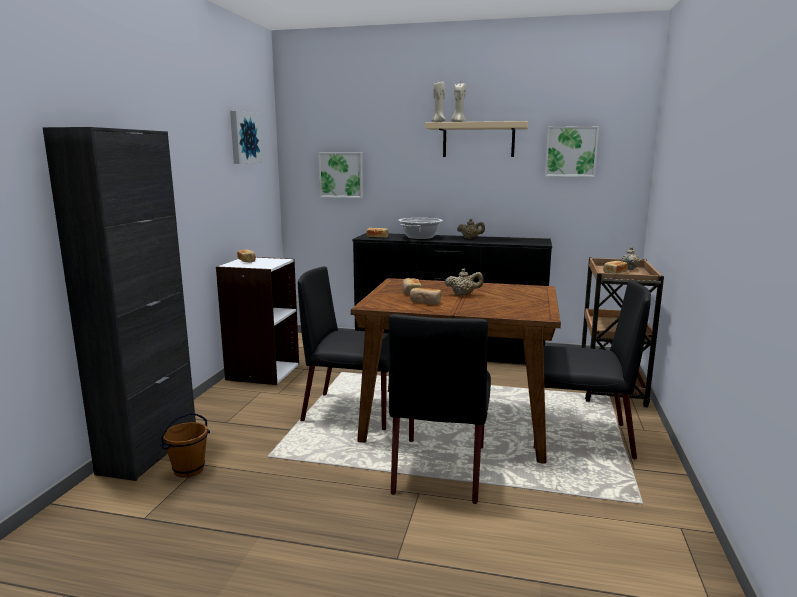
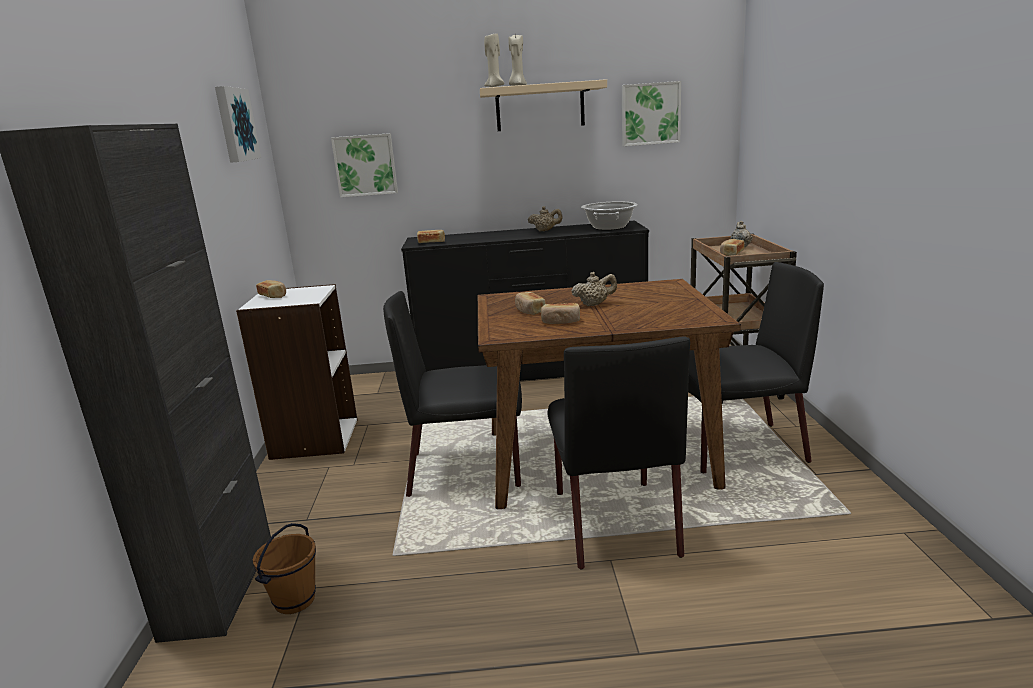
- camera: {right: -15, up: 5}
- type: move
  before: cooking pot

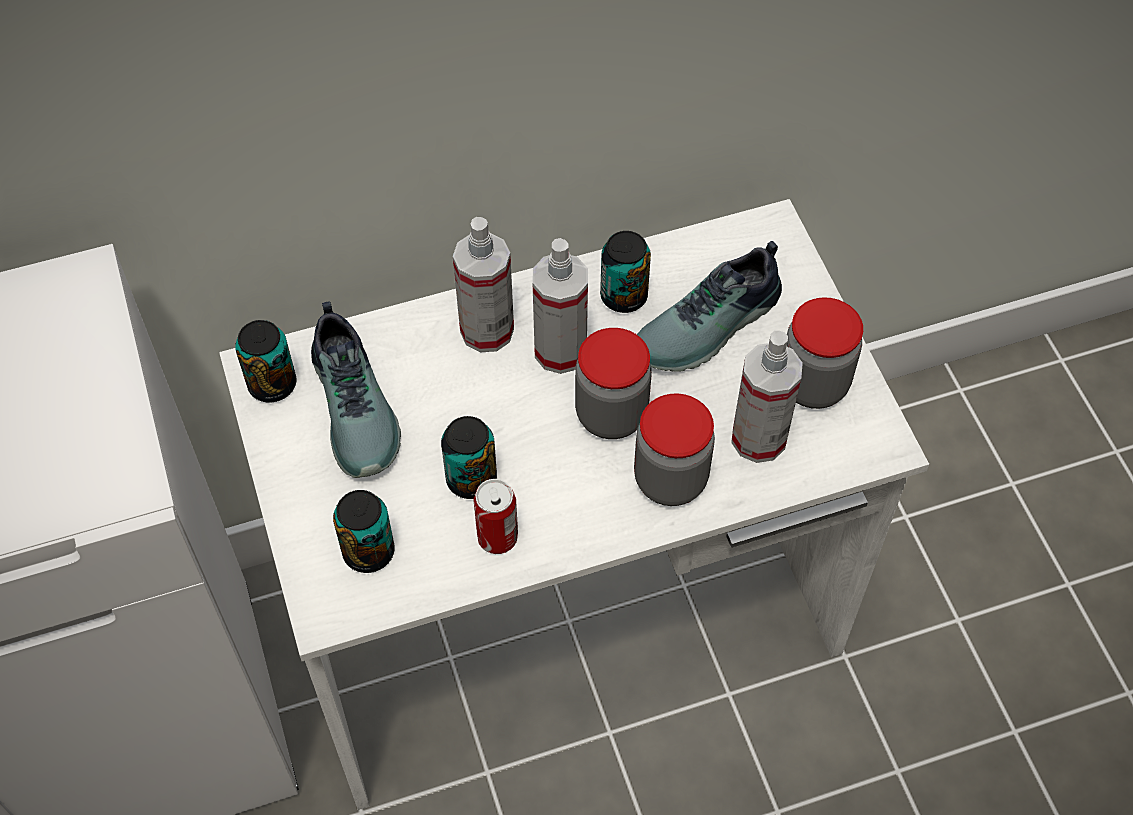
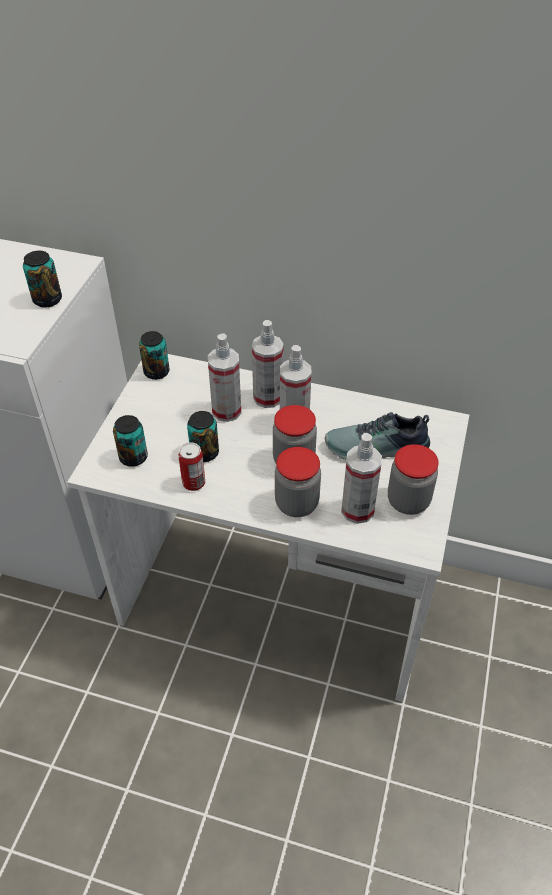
- camera: {right: 35, up: -10}
- type: delete
  before: shoe (1st from left)
- type: insert
  after: spray bottle (1st from left)
- type: move
  before: can (5th from left in the first image)
  after: can (1st from left)

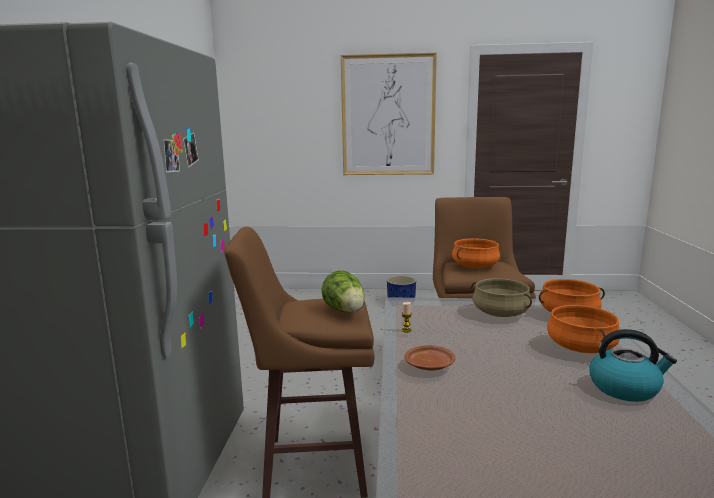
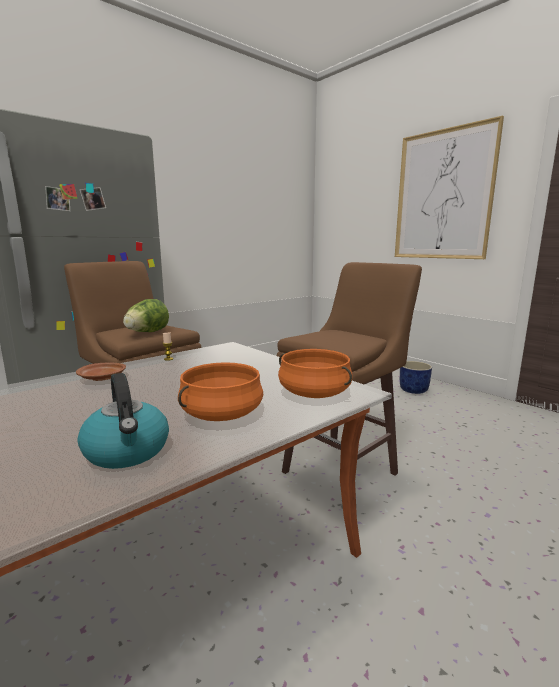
- camera: {right: 45, up: 0}
- type: delete
  before: cooking pot/orange (1st from left)
- type: delete
  before: cooking pot/beige

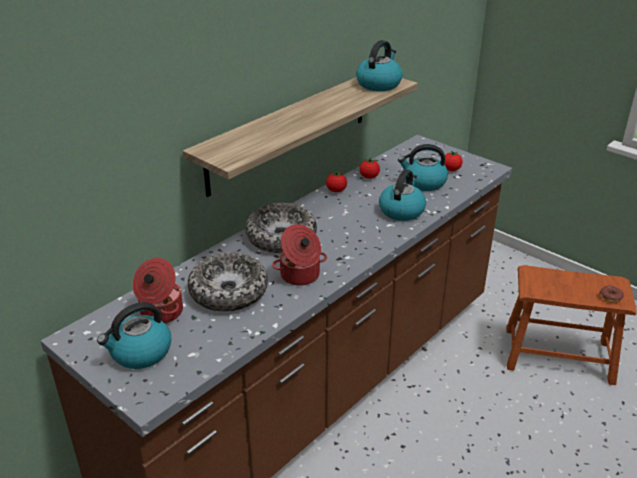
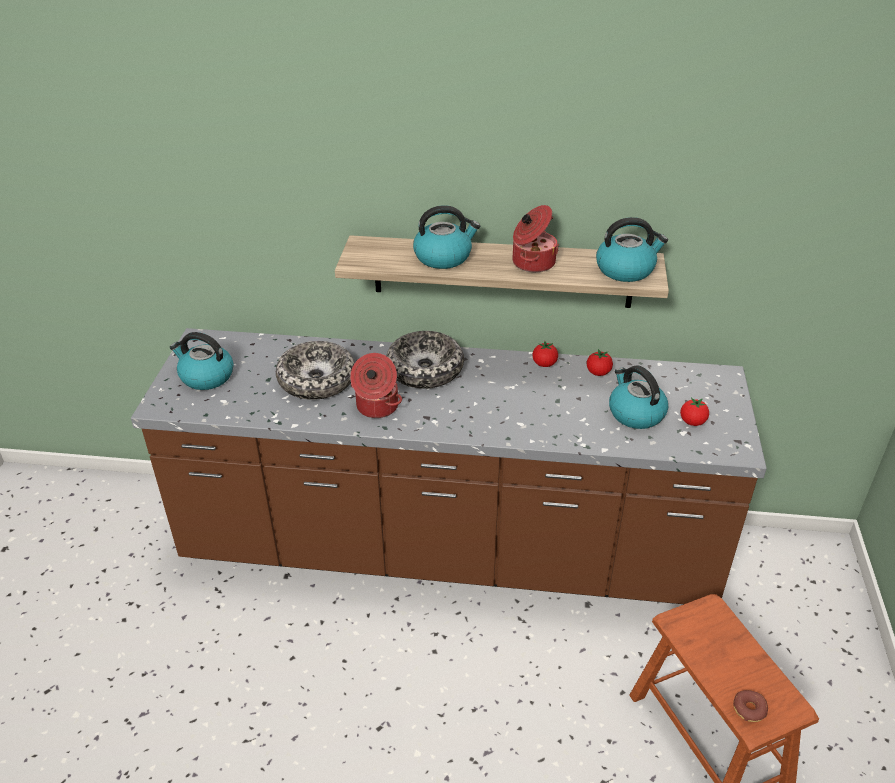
- camera: {right: 55, up: 5}
- type: move
  before: cooking pot (1st from left in the first image)
  after: cooking pot (2nd from left)
- type: move
  before: kettle (3rd from left in the first image)
  after: kettle (2nd from left)

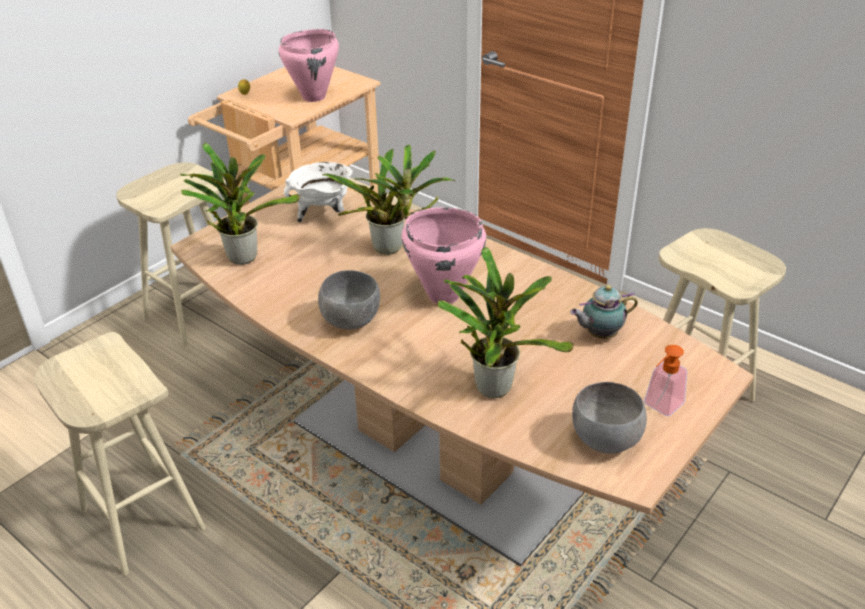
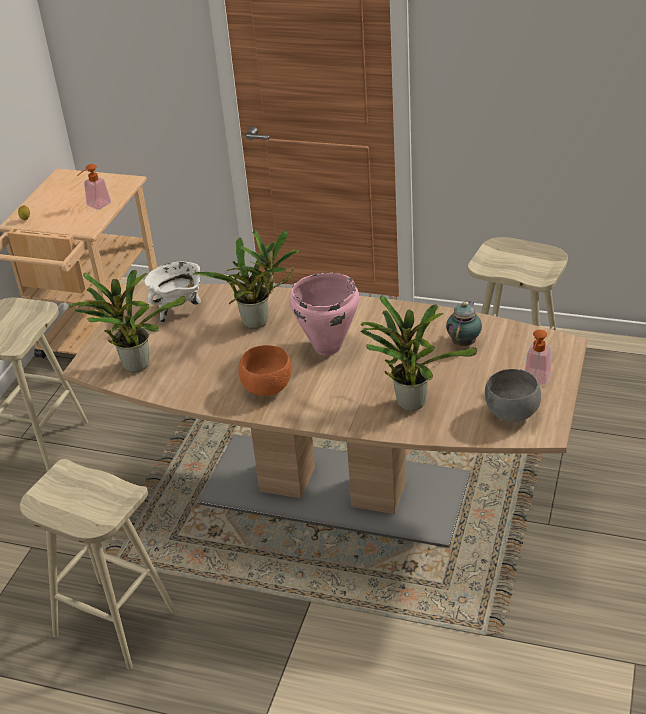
- camera: {right: -20, up: 0}
- type: replace
  before: cooking pot/pink (1st from left)
  after: soap dispenser (1st from left)
- type: recolor
  before: bowl/grey (1st from left)
  after: bowl/orange
- type: rotate
  before: teapot
  turn: 150

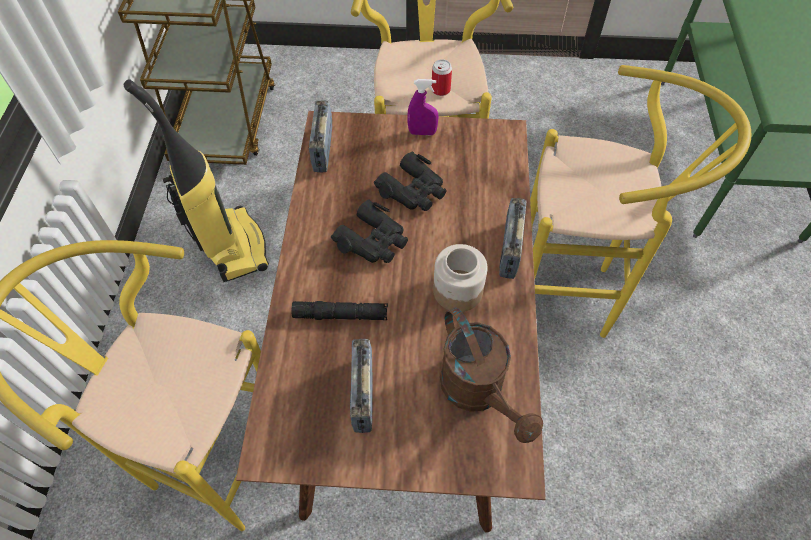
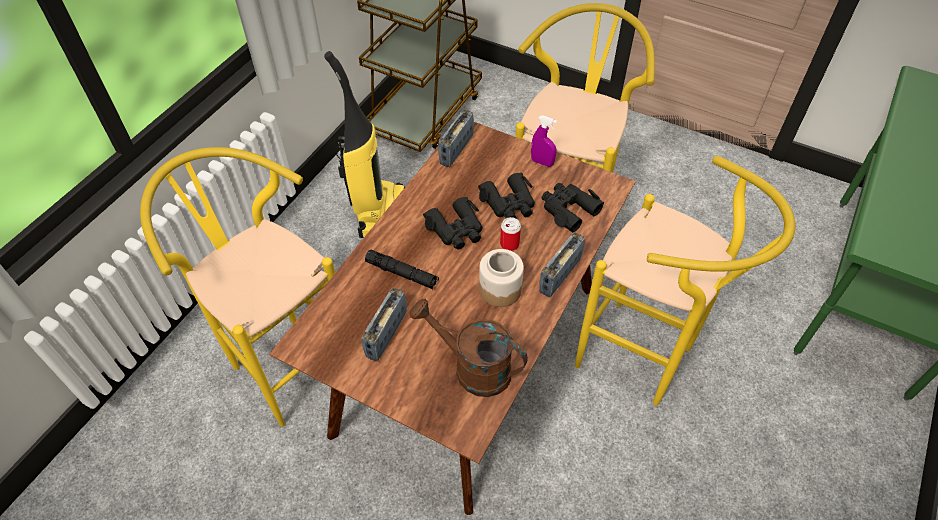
- camera: {right: 25, up: -5}
- type: insert
  after: binoculars/black (3rd from left)
- type: move
  before: can
- type: rotate
  before: watering can/brown
  turn: 120

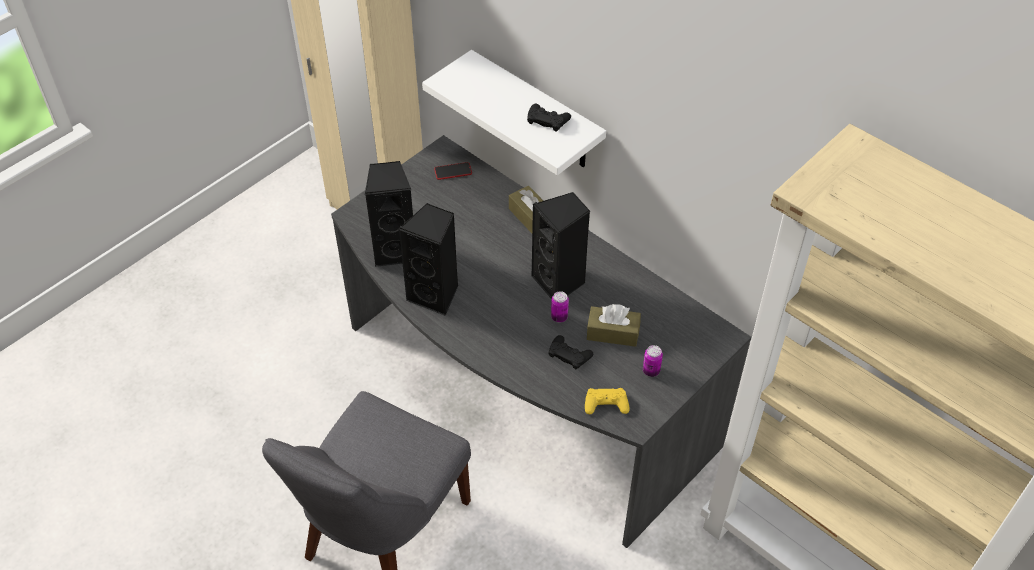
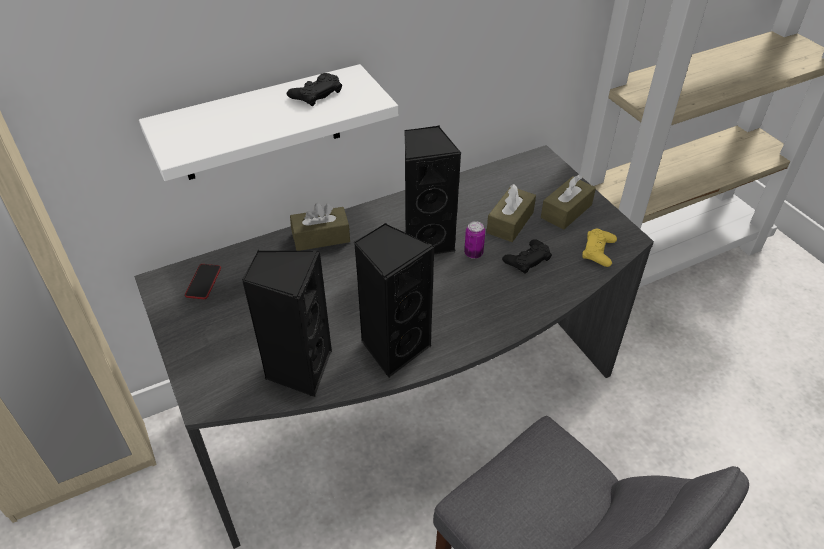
- camera: {right: -70, up: -5}
- type: replace
  before: can (2nd from left)
  after: tissue box/brown (3rd from left)

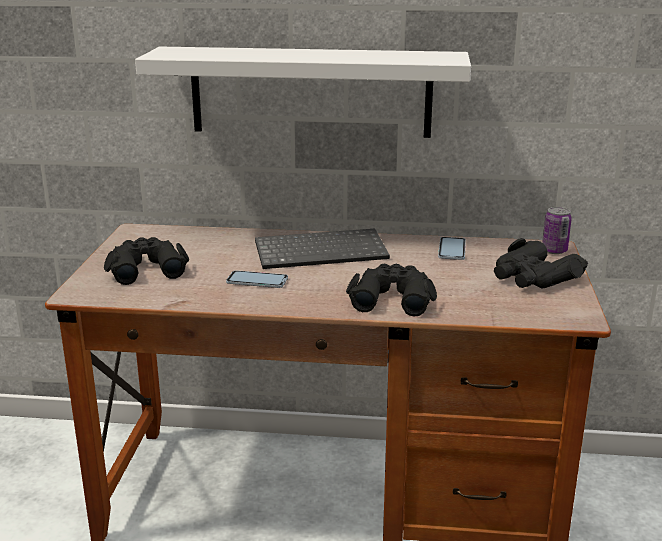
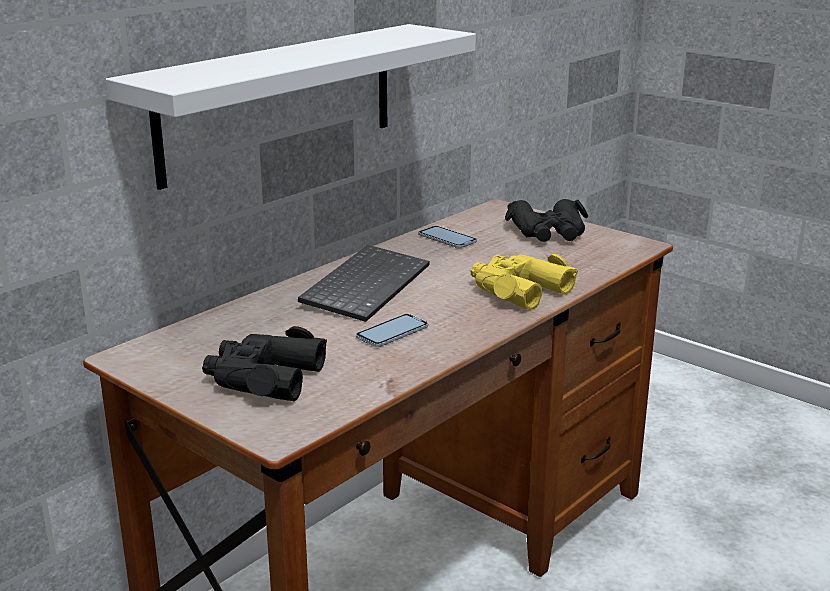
- camera: {right: -55, up: 0}
- type: delete
  before: can
- type: recolor
  before: binoculars/black (2nd from left)
  after: binoculars/yellow

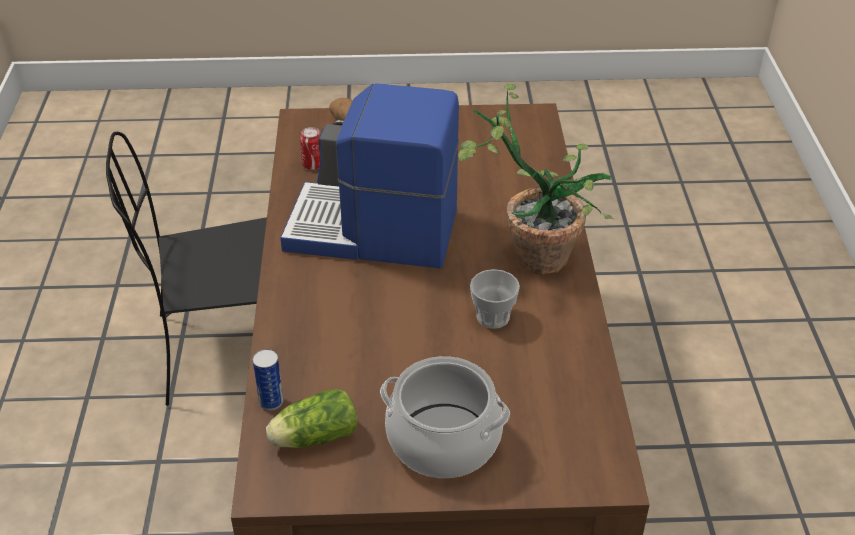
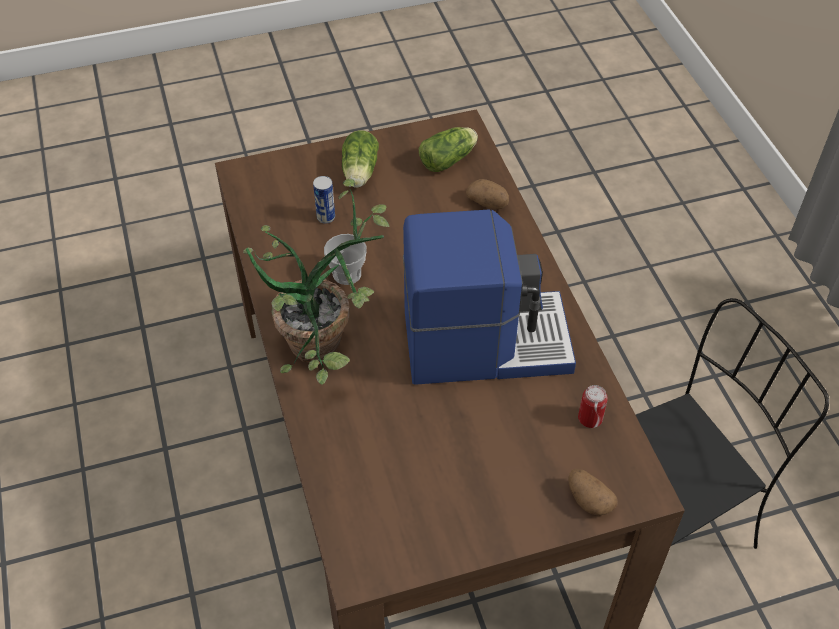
- camera: {right: 165, up: 10}
- type: insert
  after: potato (1st from left)
- type: move
  before: can (1st from left)
- type: replace
  before: cooking pot
  after: lettuce (1st from left)

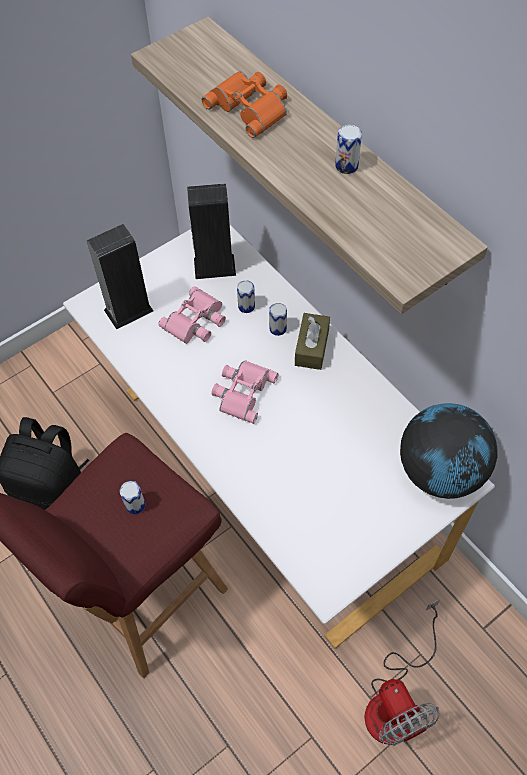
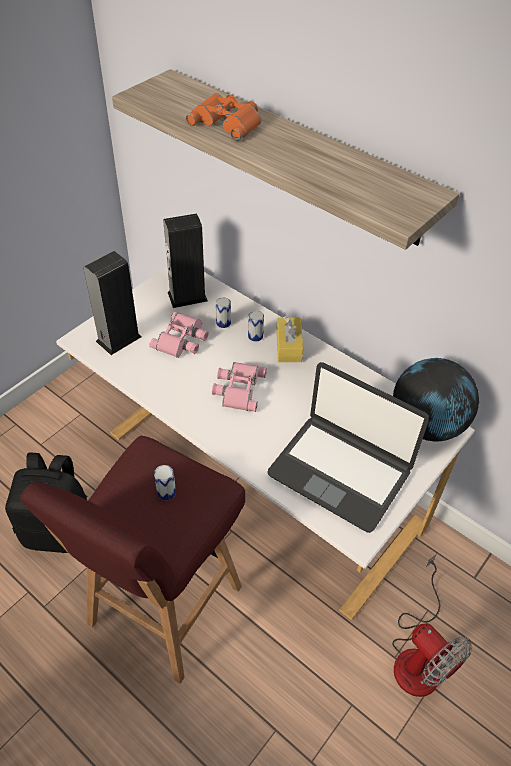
- camera: {right: -15, up: -10}
- type: delete
  before: can (4th from left)
- type: insert
  after: laptop
- type: recolor
  before: tissue box/brown
  after: tissue box/yellow

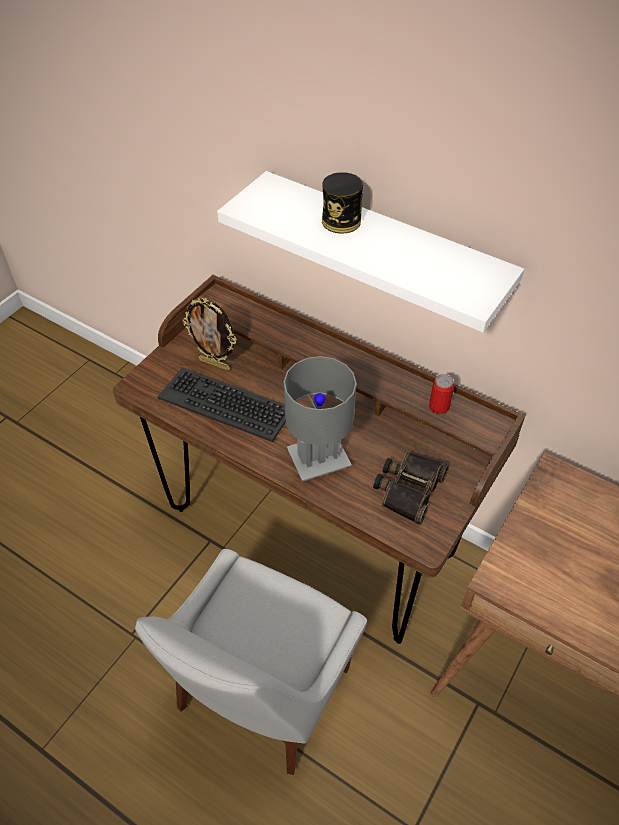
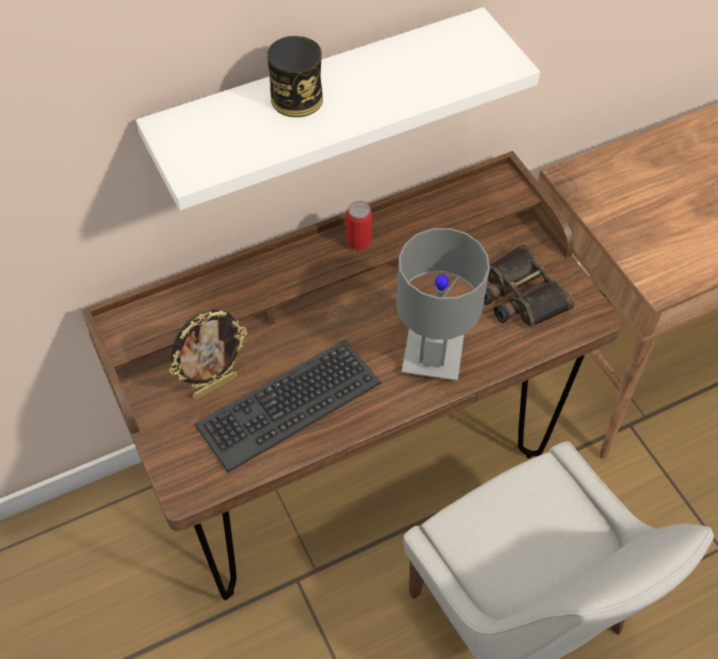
- camera: {right: -60, up: 5}
- type: move
  before: can (2nd from left)

